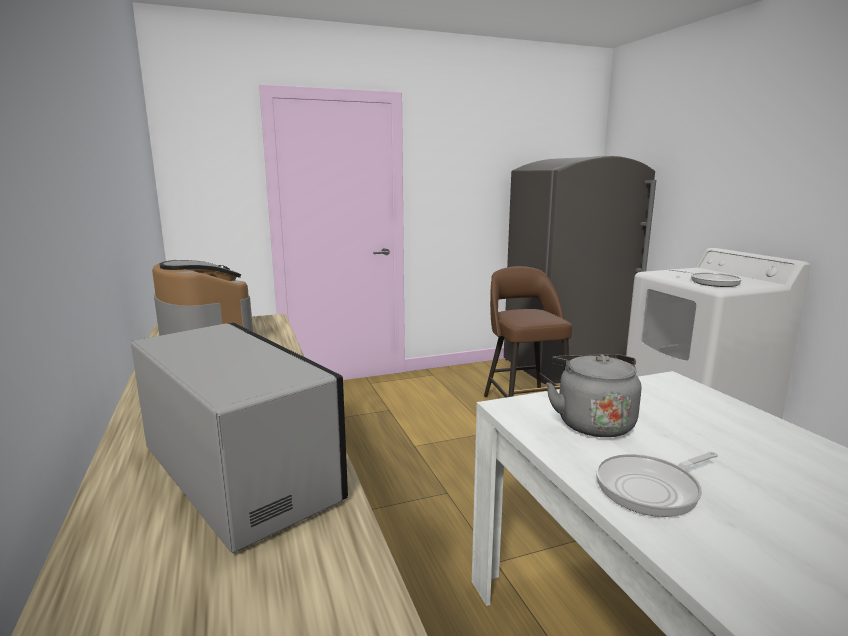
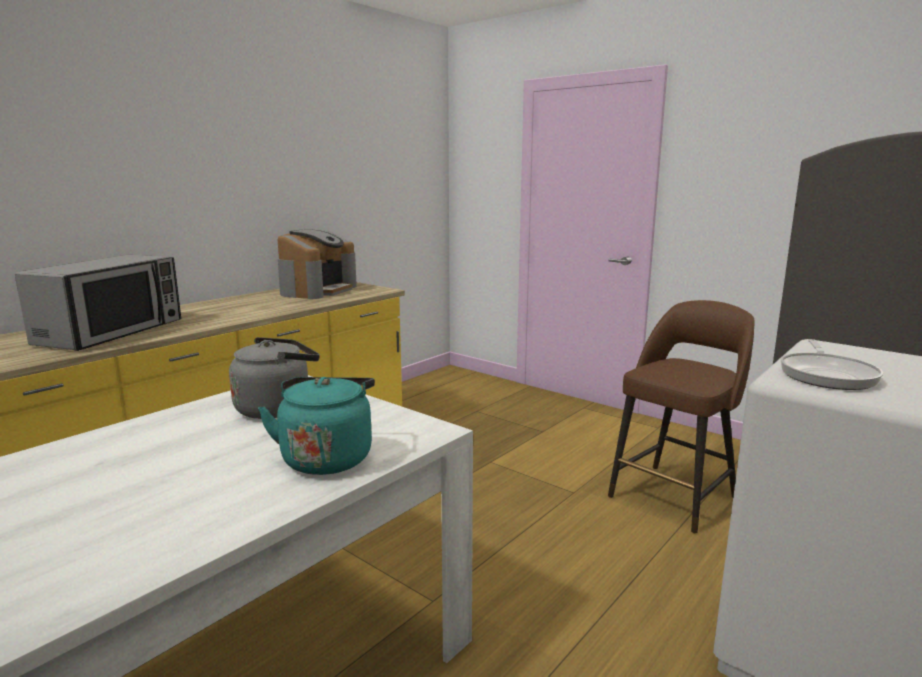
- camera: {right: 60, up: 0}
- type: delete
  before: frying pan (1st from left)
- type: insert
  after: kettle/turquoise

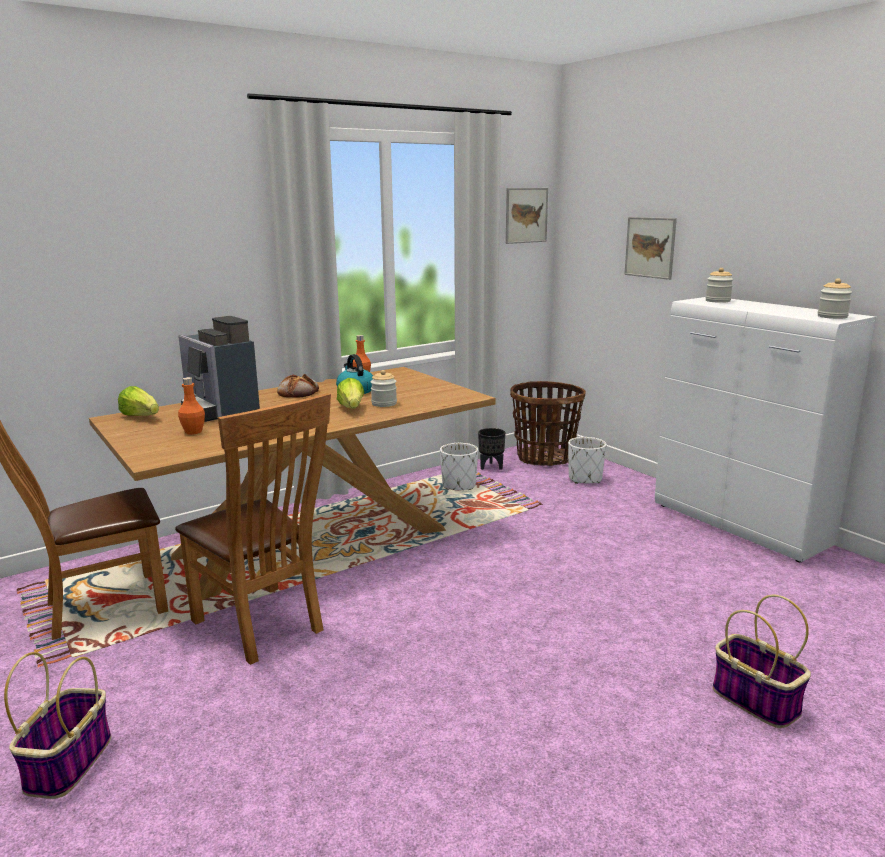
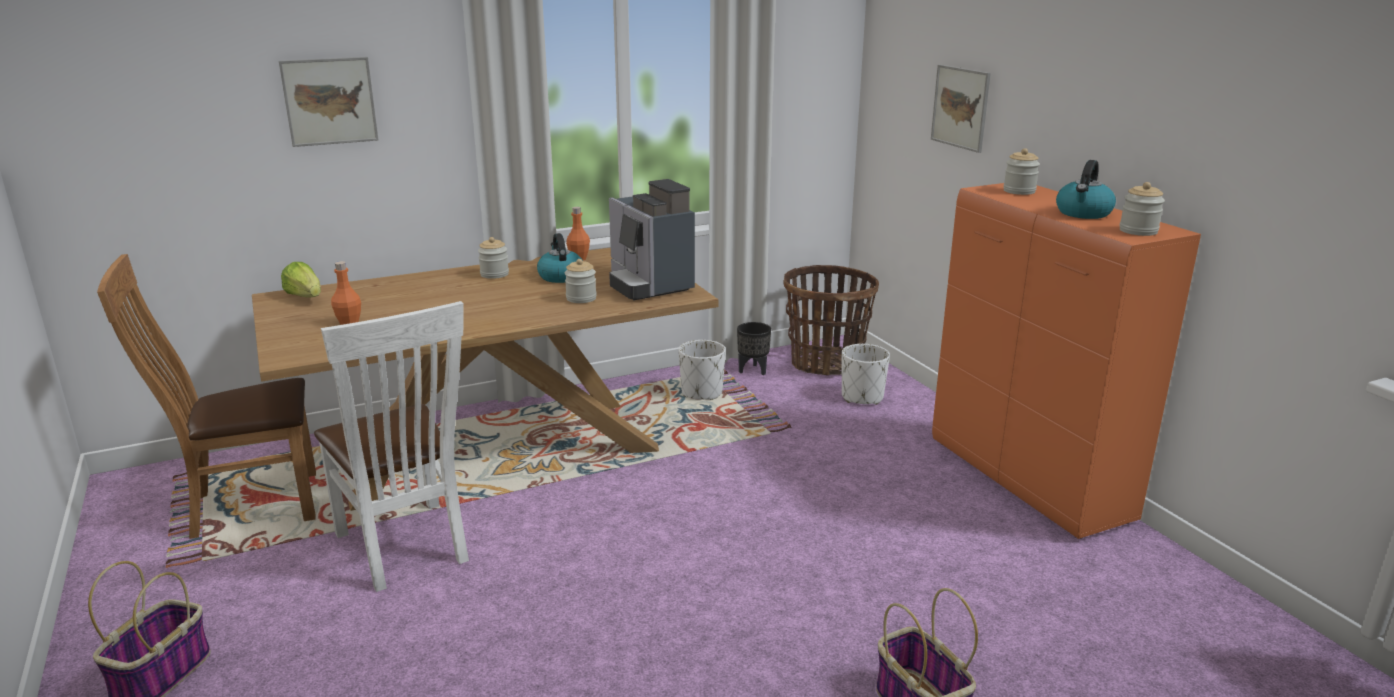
- camera: {right: 10, up: 5}
- type: delete
  before: lettuce (2nd from left)
- type: insert
  after: kettle (2nd from left)
- type: move
  before: coffee machine
- type: move
  before: picture (1st from left)
- type: replace
  before: bread
  after: jar (1st from left)
- type: recolor
  before: chair/brown (2nd from left)
  after: chair/white
- type: recolor
  before: cabinet/white
  after: cabinet/orange

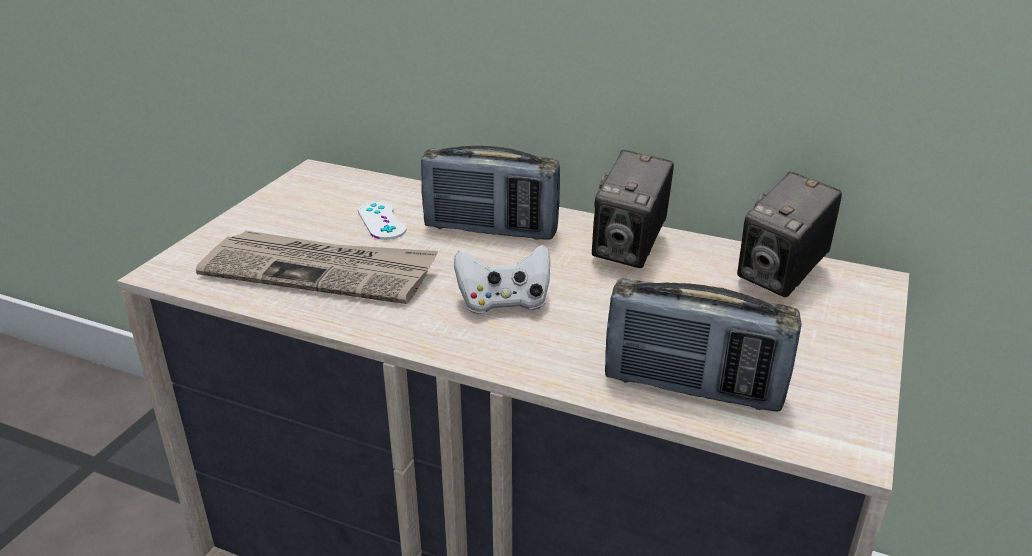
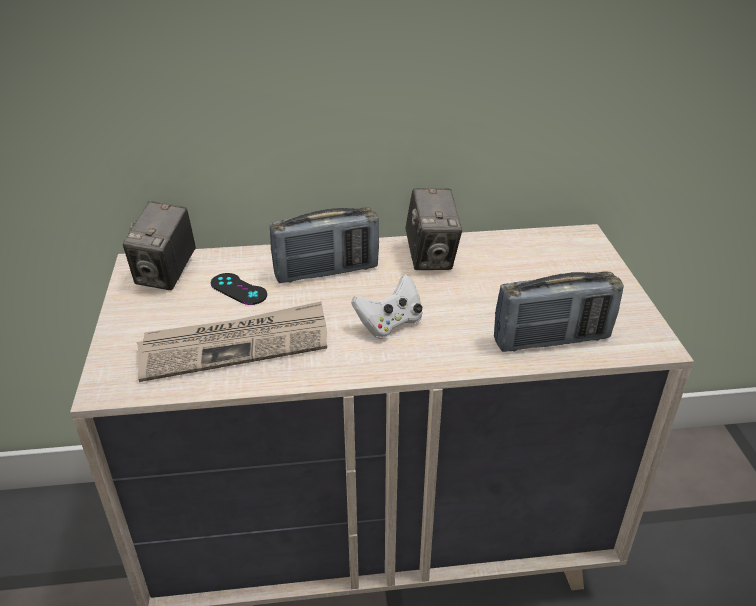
- camera: {right: -30, up: 5}
- type: move
  before: photo camera (2nd from left in the first image)
  after: photo camera (1st from left)
- type: recolor
  before: game controller/white (1st from left)
  after: game controller/black

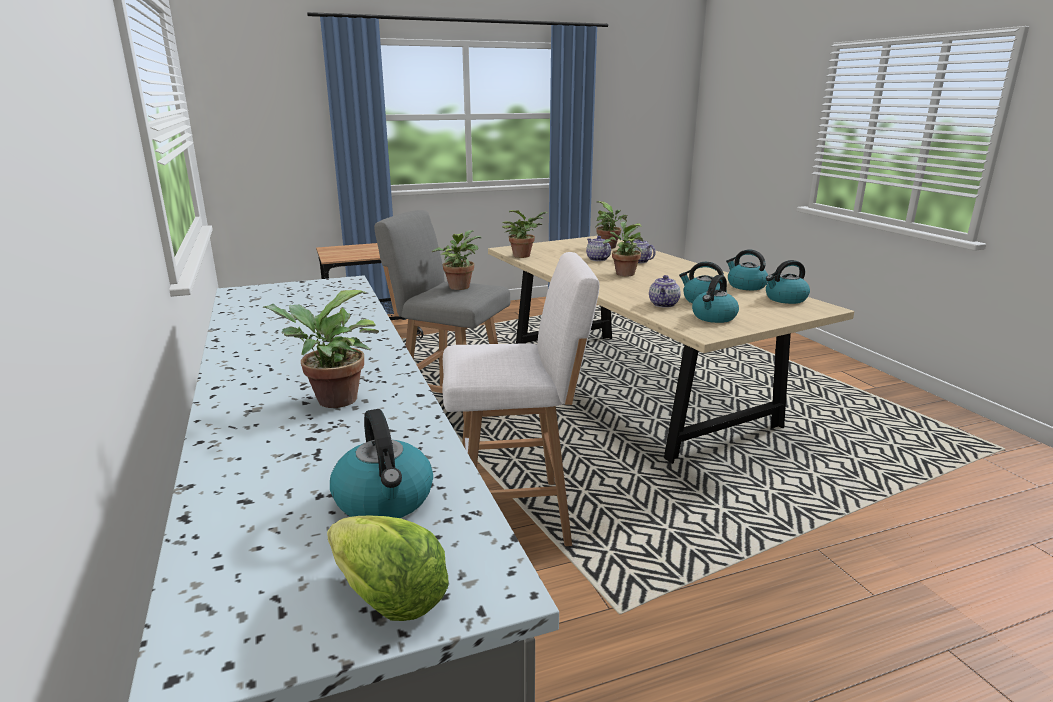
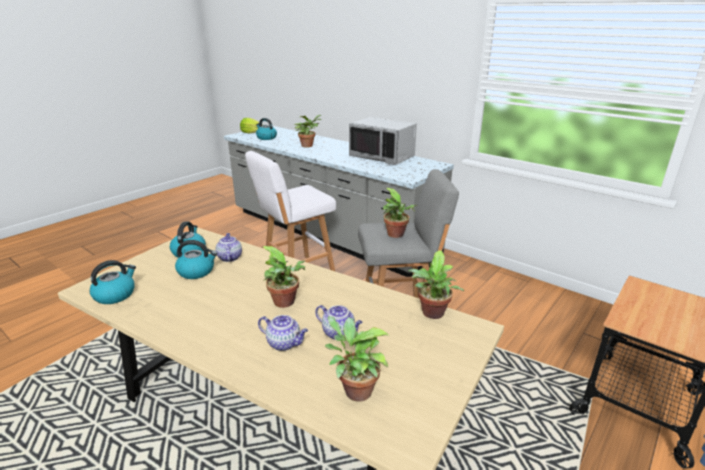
- camera: {right: 150, up: 5}
- type: delete
  before: kettle (4th from left)
- type: insert
  after: microwave/grey

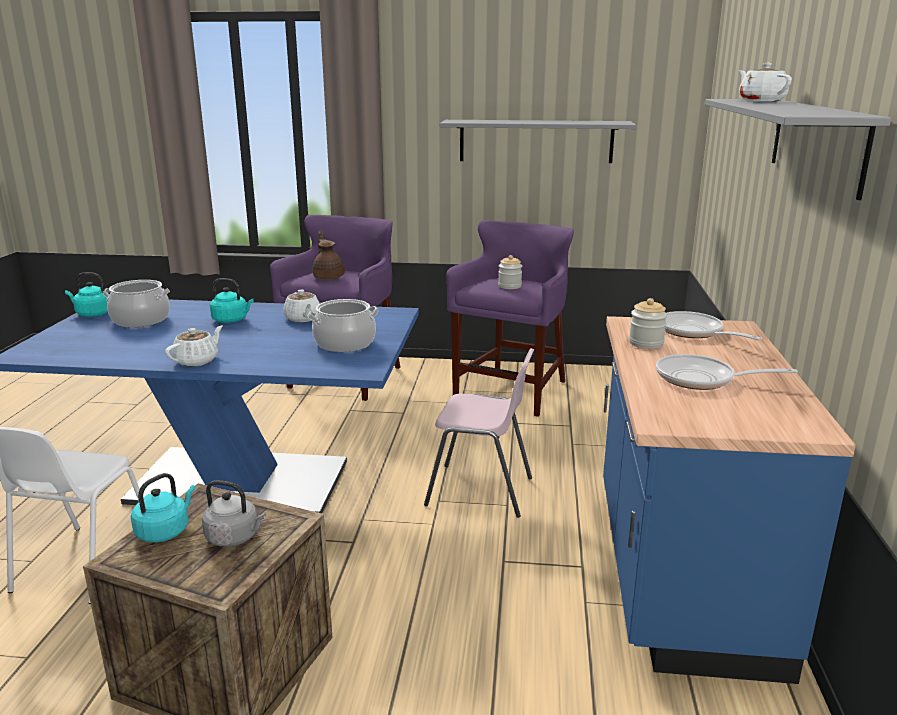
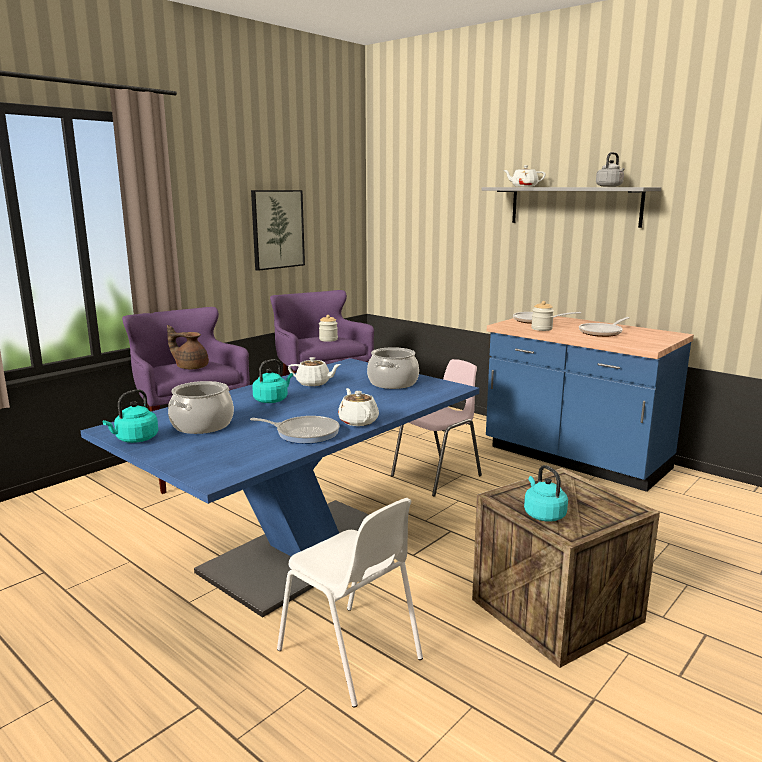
- camera: {right: -55, up: -5}
- type: insert
  after: frying pan (1st from left)
- type: move
  before: kettle/grey
- type: replace
  before: shelf/grey (1st from left)
  after: picture

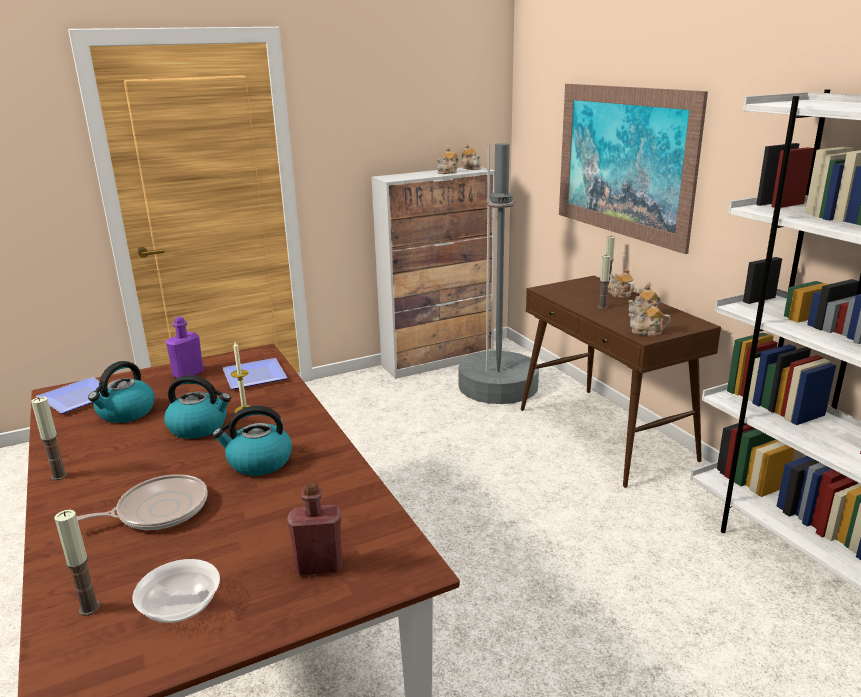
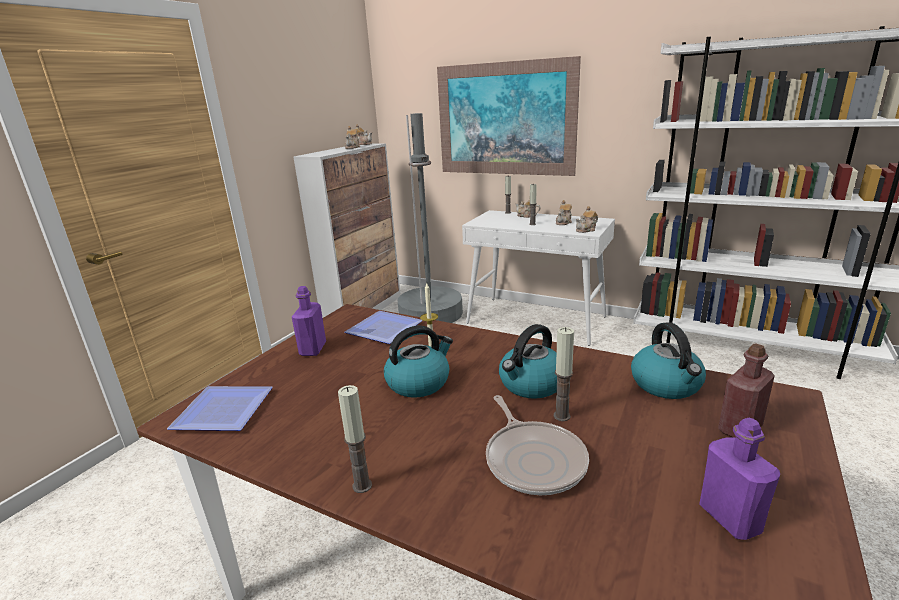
- camera: {right: -35, up: 0}
- type: move
  before: candle (2nd from left in the first image)
  after: candle (5th from left)
- type: move
  before: kettle (1st from left in the first image)
  after: kettle (3rd from left)
- type: replace
  before: bowl
  after: bottle/purple (2nd from left)
- type: recolor
  before: console table/brown
  after: console table/white
- type: rotate
  before: frying pan
  turn: 135

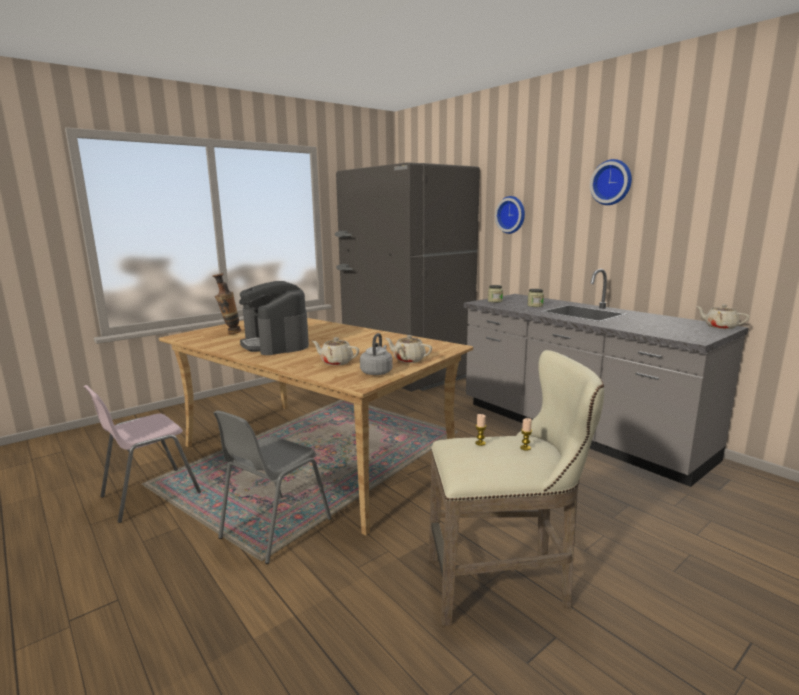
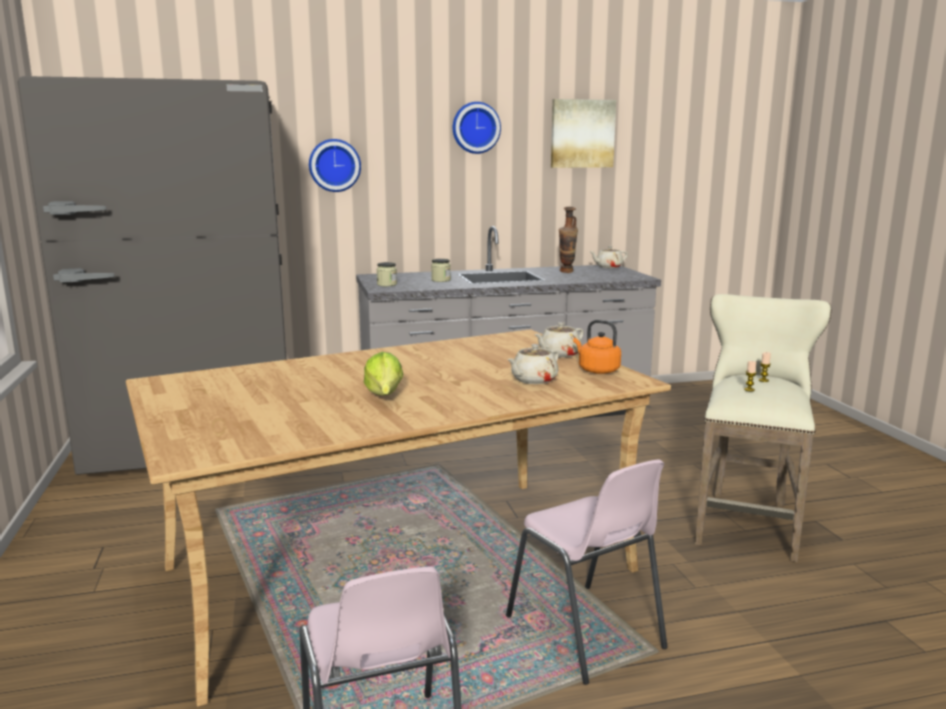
- camera: {right: -65, up: 0}
- type: insert
  after: picture
- type: move
  before: vase
- type: replace
  before: coffee machine
  after: lettuce
- type: recolor
  before: chair/grey
  after: chair/pink (2nd from left)
- type: recolor
  before: kettle/grey
  after: kettle/orange

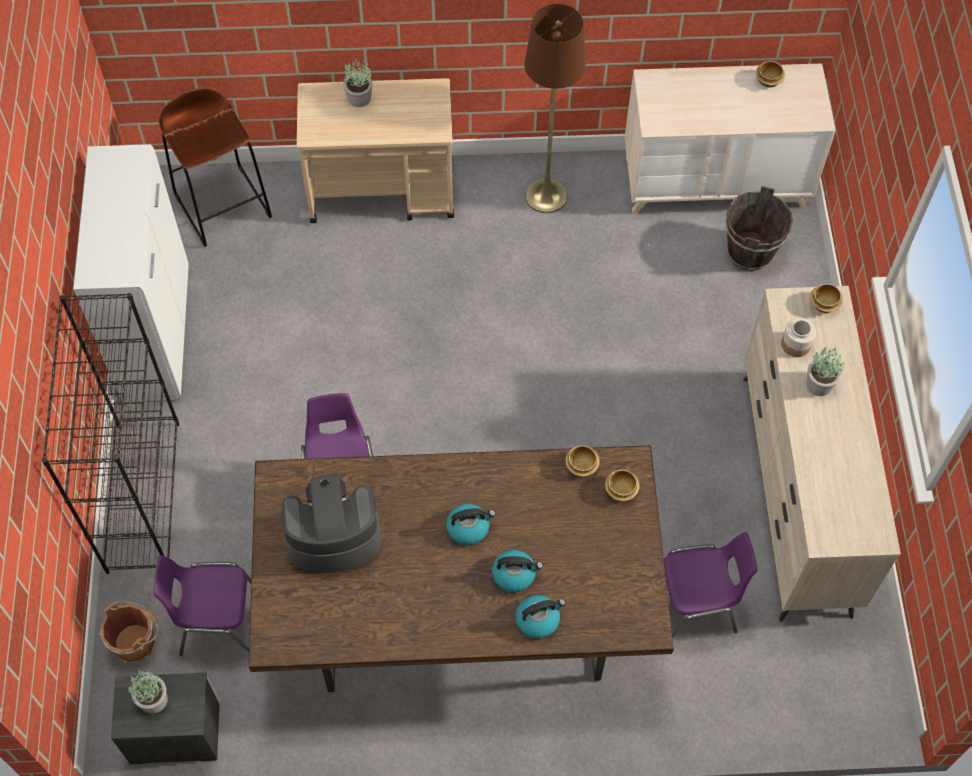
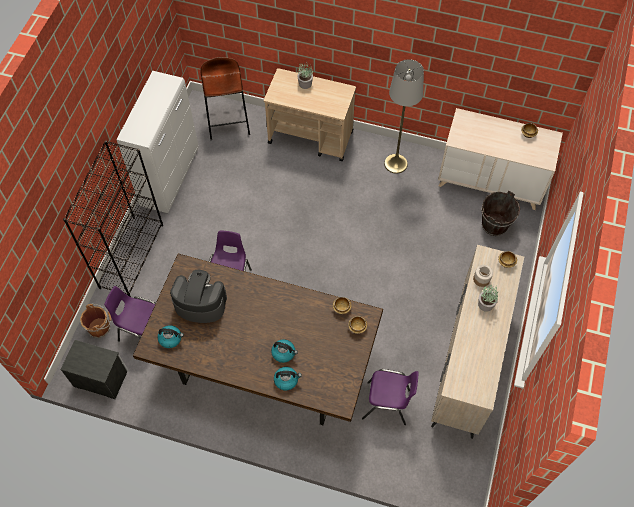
- camera: {right: 20, up: 0}
- type: delete
  before: potted plant (1st from left)
- type: move
  before: kettle (1st from left)
- type: recolor
  before: floor lamp/brown
  after: floor lamp/grey

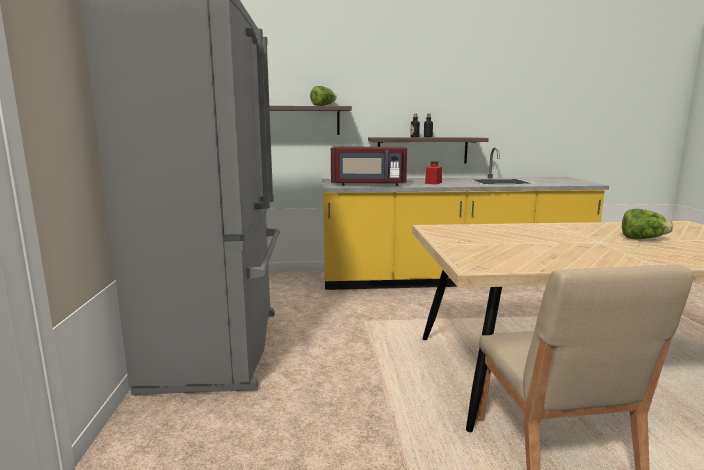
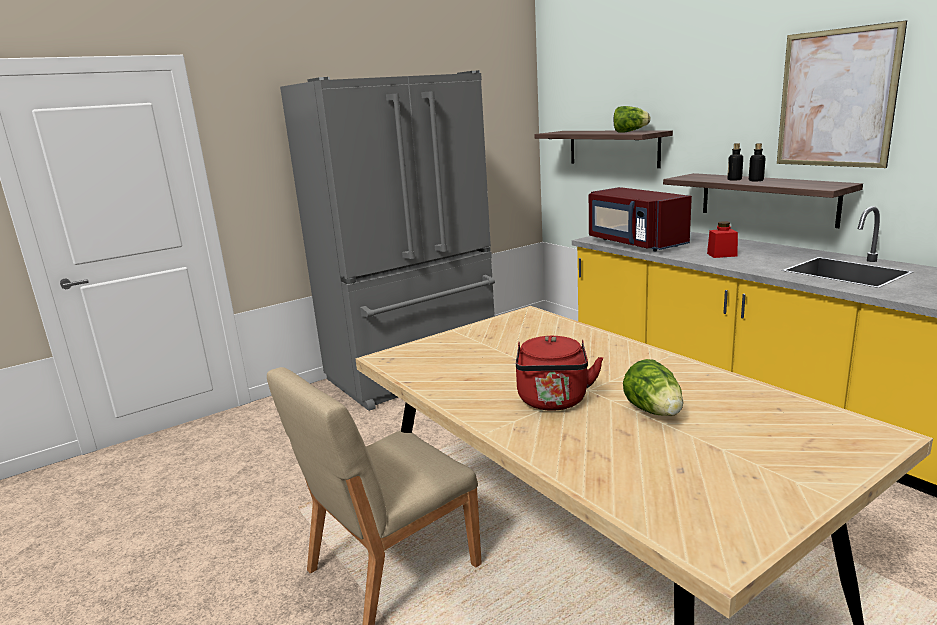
- camera: {right: 60, up: 5}
- type: insert
  after: kettle/red
- type: insert
  after: picture

